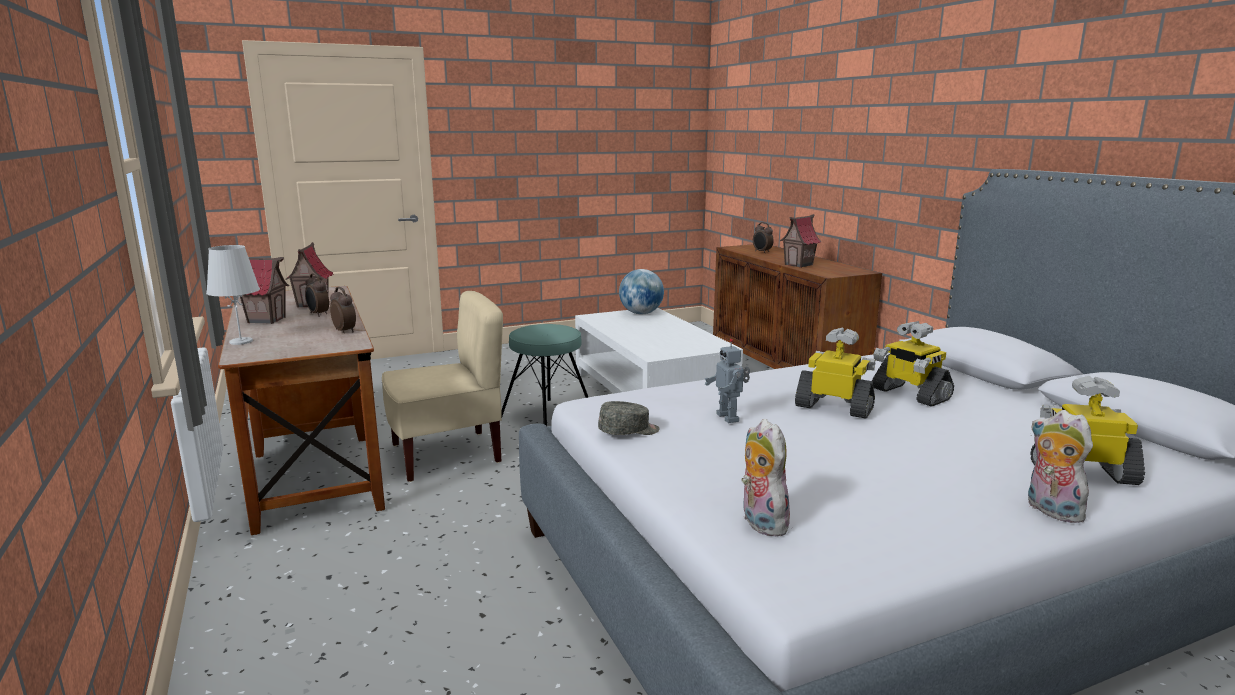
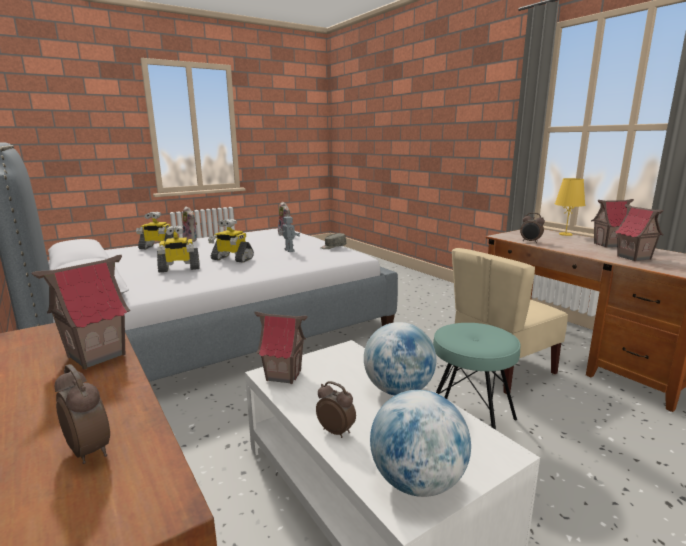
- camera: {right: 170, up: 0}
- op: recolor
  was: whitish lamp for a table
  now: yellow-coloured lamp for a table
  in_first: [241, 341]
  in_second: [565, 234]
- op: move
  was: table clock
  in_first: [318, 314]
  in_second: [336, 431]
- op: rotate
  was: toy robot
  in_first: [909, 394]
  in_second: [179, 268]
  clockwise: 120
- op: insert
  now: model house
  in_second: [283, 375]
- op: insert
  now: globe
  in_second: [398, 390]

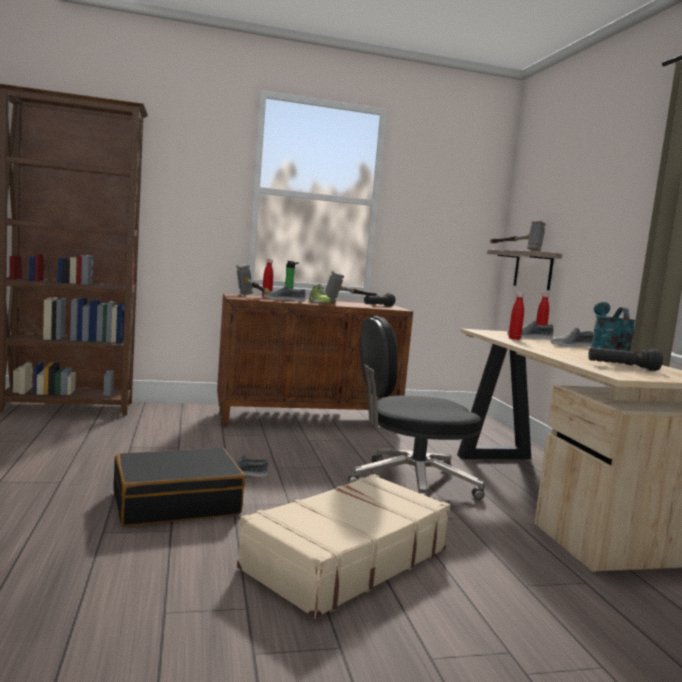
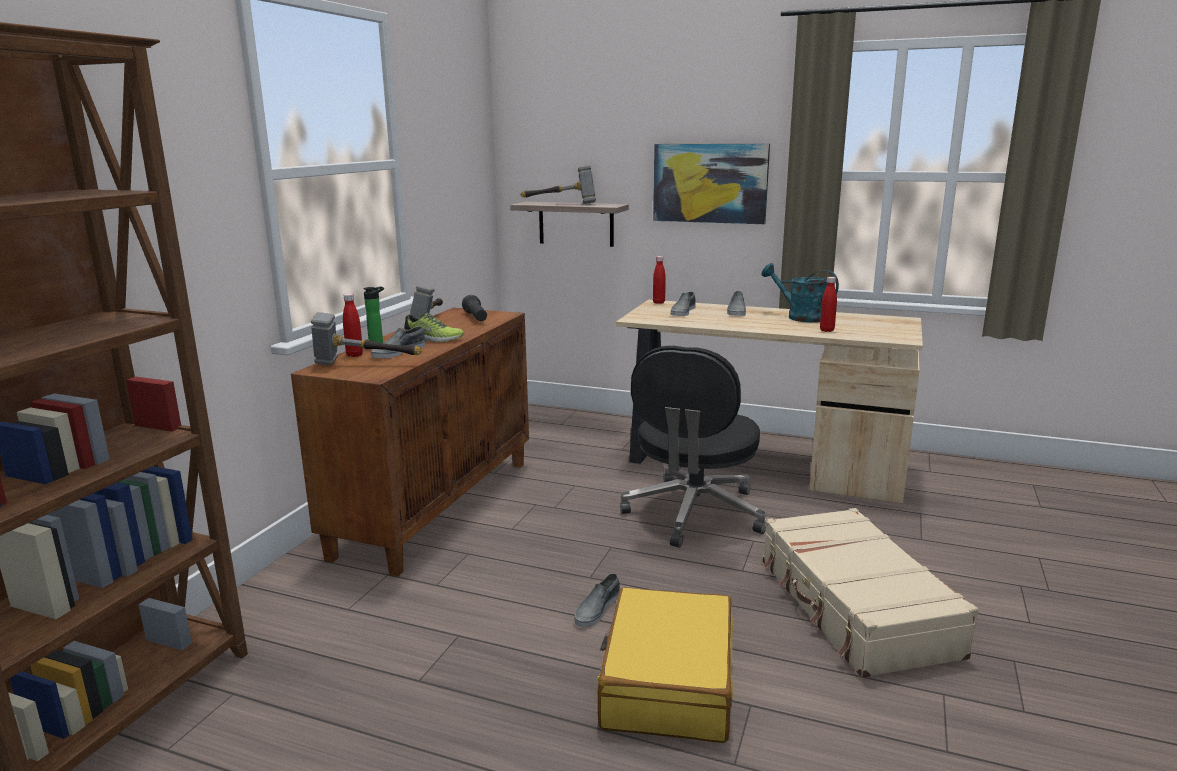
- camera: {right: -55, up: 10}
- op: recolor
  was: black piece of luggage
  now: yellow-coloured piece of luggage
  in_first: [176, 503]
  in_second: [667, 682]
- op: move
  was: red-coloured drink bottle
  in_first: [514, 339]
  in_second: [826, 330]
- op: delete
  was: black torch
  in_first: [622, 367]
- op: insert
  now: picture
  in_second: [710, 183]

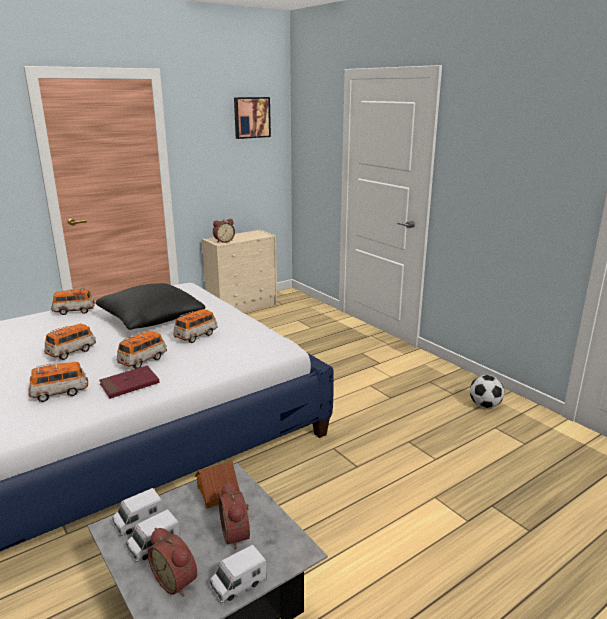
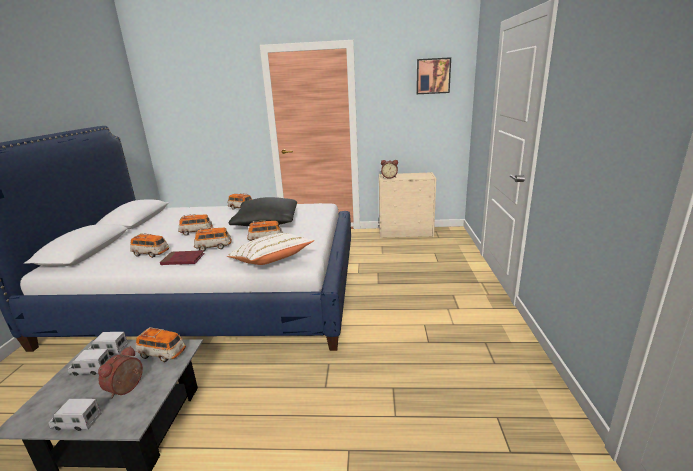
- camera: {right: 40, up: 0}
- op: delete
  was: table clock
  in_first: [177, 580]
- op: replace
  was: model house
  now: miniature car
  in_first: [216, 493]
  in_second: [162, 354]
- op: delete
  was: football ball
  in_first: [484, 405]
- op: insert
  now: whitish throw pillow
  in_second: [271, 261]

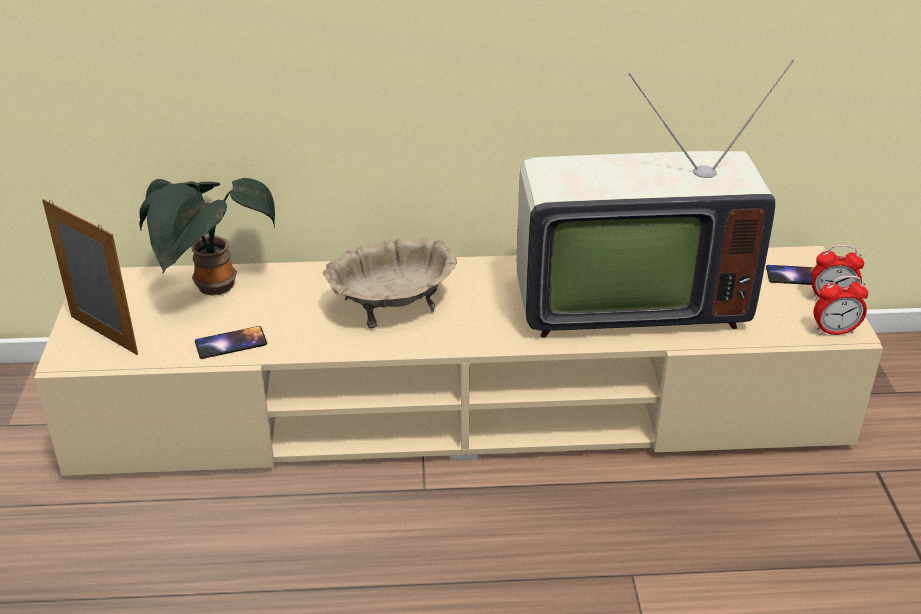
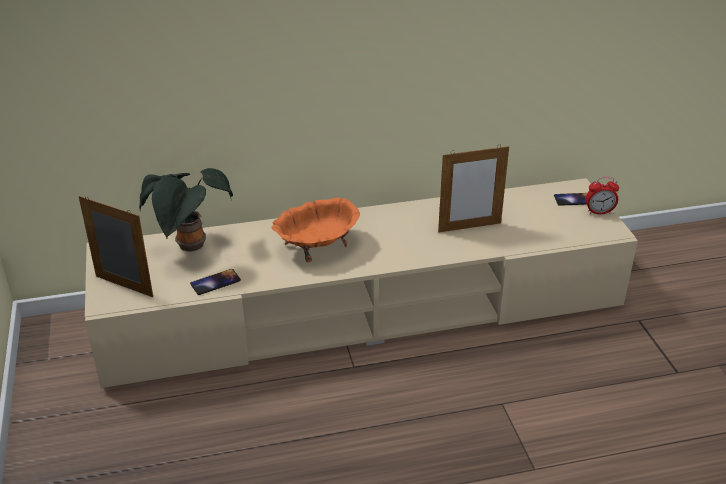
- camera: {right: -10, up: 0}
- op: recolor
  was: beige-coloured deep dish
  now: orangey deep dish
  in_first: [392, 305]
  in_second: [317, 245]
- op: replace
  was: TV set
  now: photo frame
  in_first: [624, 301]
  in_second: [469, 227]
- op: delete
  was: table clock
  in_first: [834, 331]

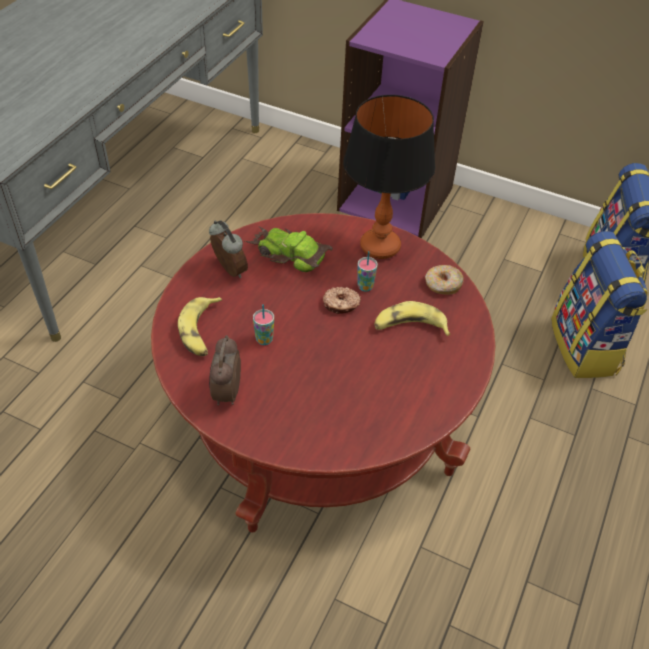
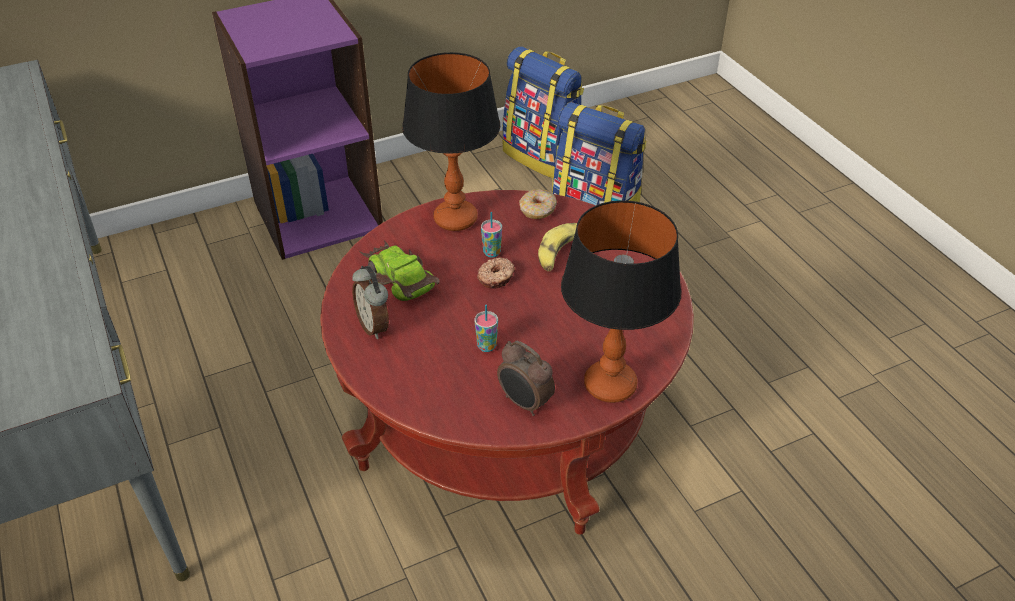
- camera: {right: -50, up: -5}
- op: delete
  was: whole banana
  in_first: [201, 331]
- op: rotate
  was: table clock
  in_first: [228, 271]
  in_second: [374, 326]
  clockwise: -120
- op: rotate
  was: miniature car
  in_first: [288, 253]
  in_second: [398, 277]
  clockwise: 75
- op: insert
  now: lamp for a table
  in_second: [610, 384]

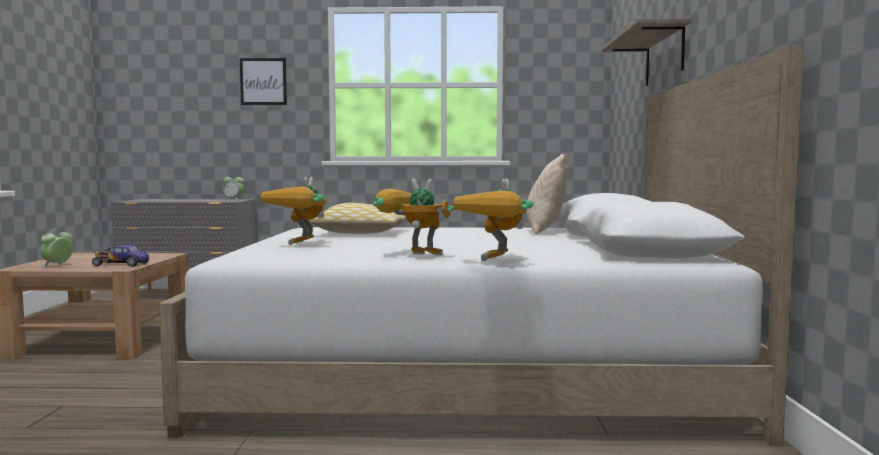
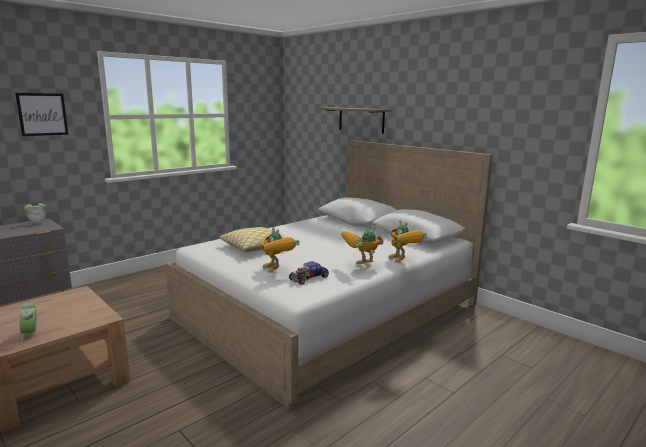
- camera: {right: -45, up: 10}
- op: move
  was: miniature car
  in_first: [121, 264]
  in_second: [308, 278]
- op: delete
  was: beige-coloured throw pillow
  in_first: [546, 231]

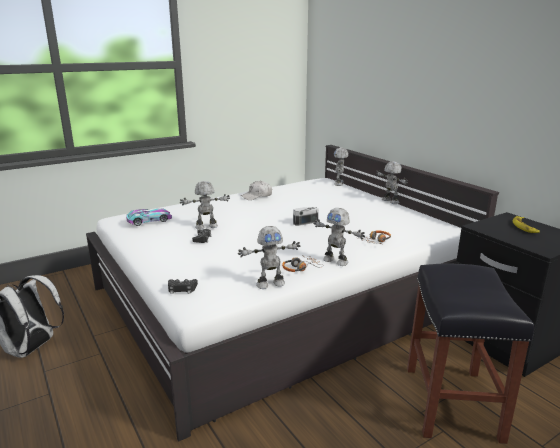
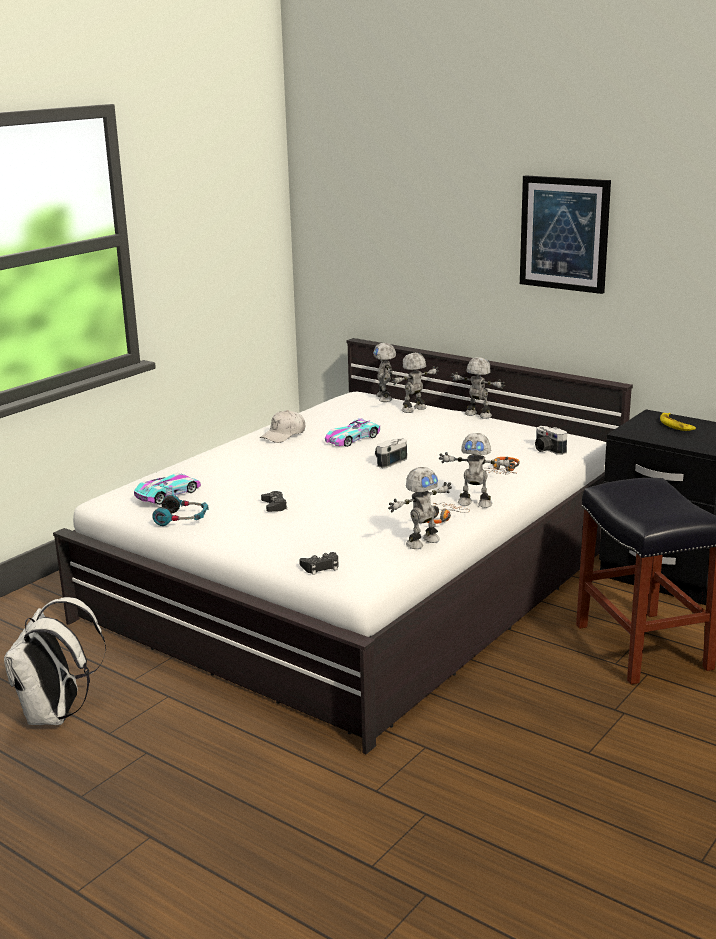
- camera: {right: -20, up: 0}
- op: move
  was: toy robot
  in_first: [206, 227]
  in_second: [414, 409]
- op: insert
  now: headset
  in_second: [182, 519]
- op: insert
  now: miniature car
  in_second: [352, 439]
- op: insert
  now: picture
  in_second: [564, 233]
- op: insert
  now: still camera
  in_second: [547, 450]

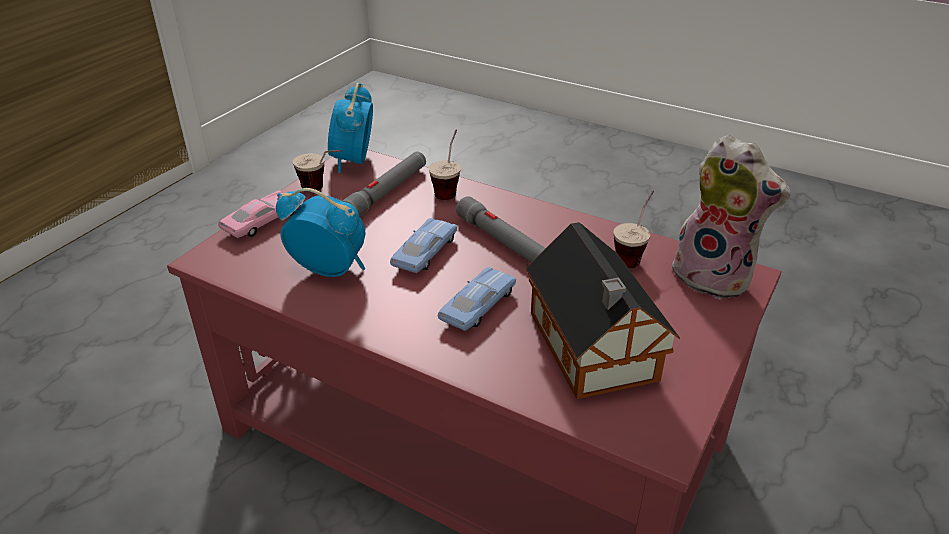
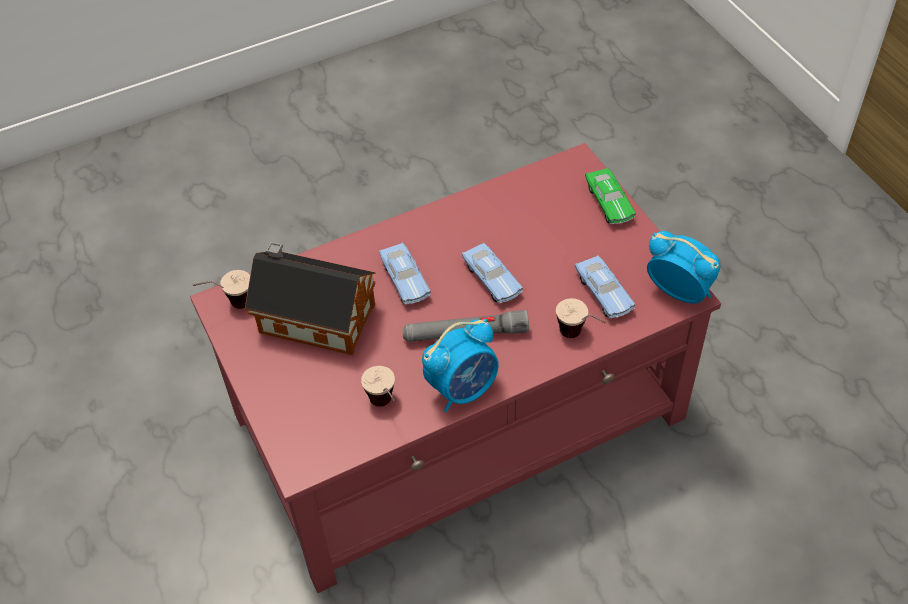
- camera: {right: 125, up: 15}
- op: recolor
  was: pink miniature car
  now: green miniature car
  in_first: [262, 222]
  in_second: [609, 202]
- op: move
  was: table clock
  in_first: [329, 269]
  in_second: [463, 389]
- op: move
  was: small cup
  in_first: [323, 190]
  in_second: [229, 306]
- op: replace
  was: grey torch
  now: blue miniature car
  in_first: [387, 192]
  in_second: [603, 293]
- op: delete
  was: soft toy
  in_first: [715, 277]

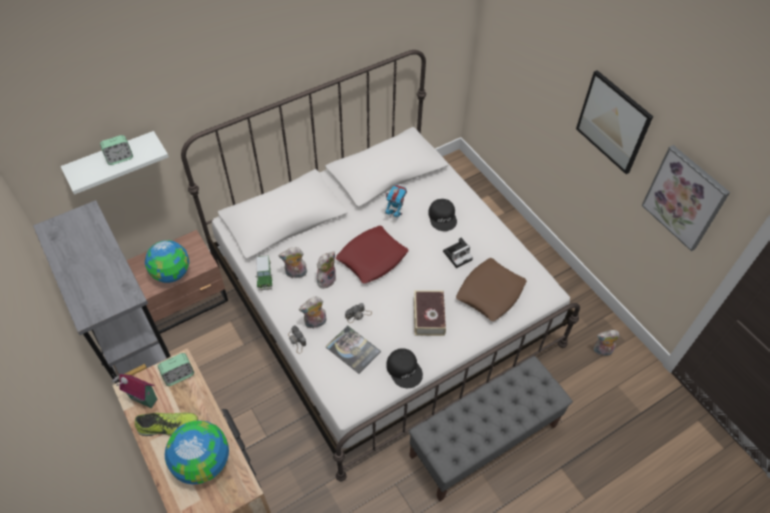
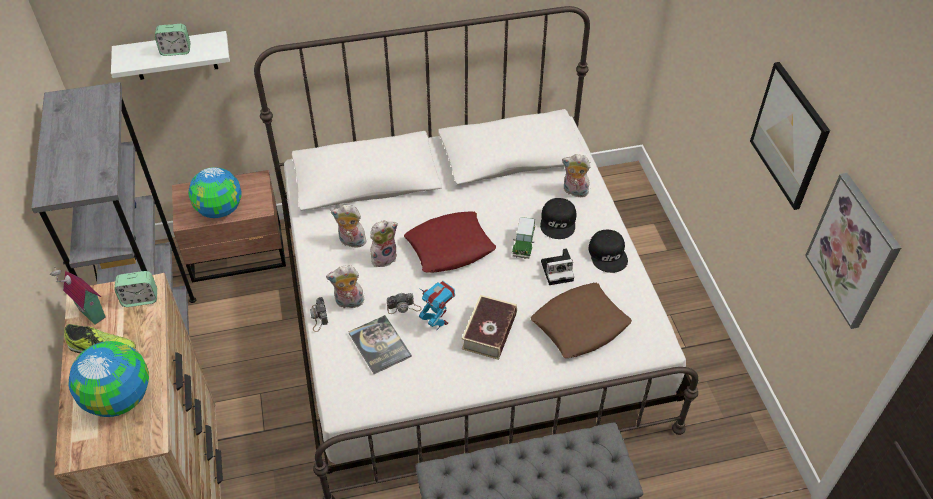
- camera: {right: 20, up: -5}
- op: move
  was: miniature car
  in_first: [264, 277]
  in_second: [523, 244]
- op: move
  was: toy robot
  in_first: [395, 215]
  in_second: [437, 322]
- op: move
  was: black cap
  in_first: [404, 369]
  in_second: [608, 254]
- op: move
  was: soft toy
  in_first: [602, 351]
  in_second: [574, 192]

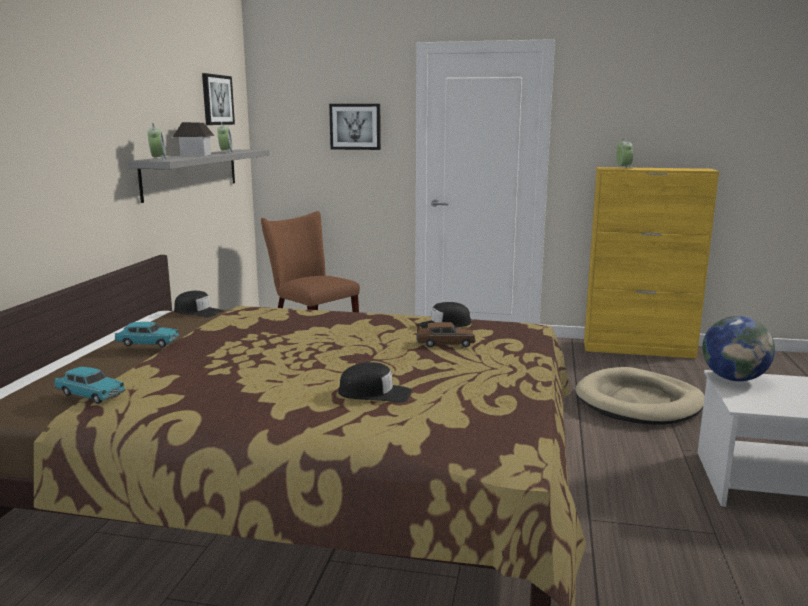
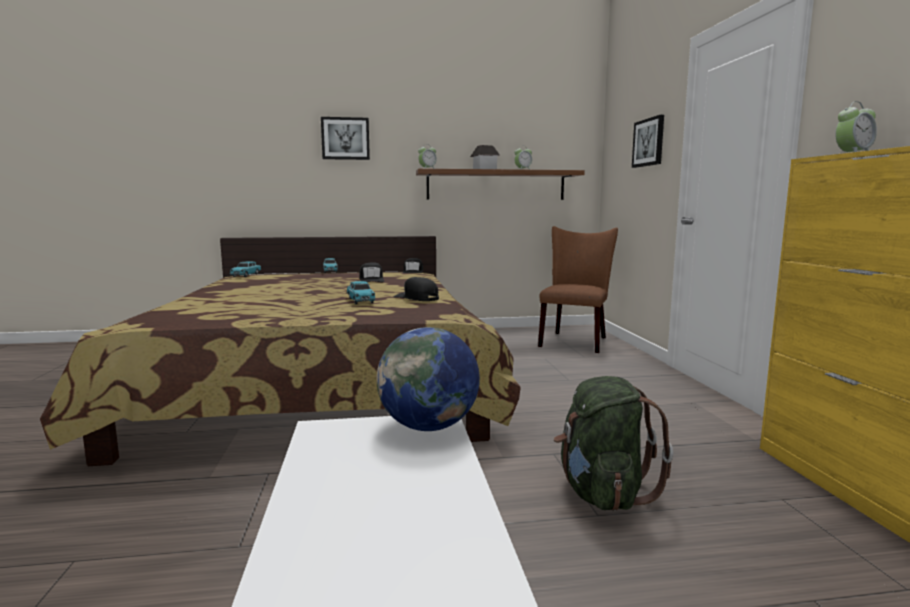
- camera: {right: 70, up: -5}
- op: recolor
  was: grey wall shelf
  now: brown wall shelf
  in_first: [191, 173]
  in_second: [496, 185]
- op: move
  was: picture
  in_first: [217, 100]
  in_second: [345, 138]
- op: move
  was: black cap
  in_first: [375, 393]
  in_second: [371, 280]
- op: recolor
  was: brown miniature car
  now: turquoise miniature car
  in_first: [445, 344]
  in_second: [360, 300]
- op: replace
  was: beige-coloured dog cushion
  now: green rucksack
  in_first: [639, 402]
  in_second: [602, 493]

